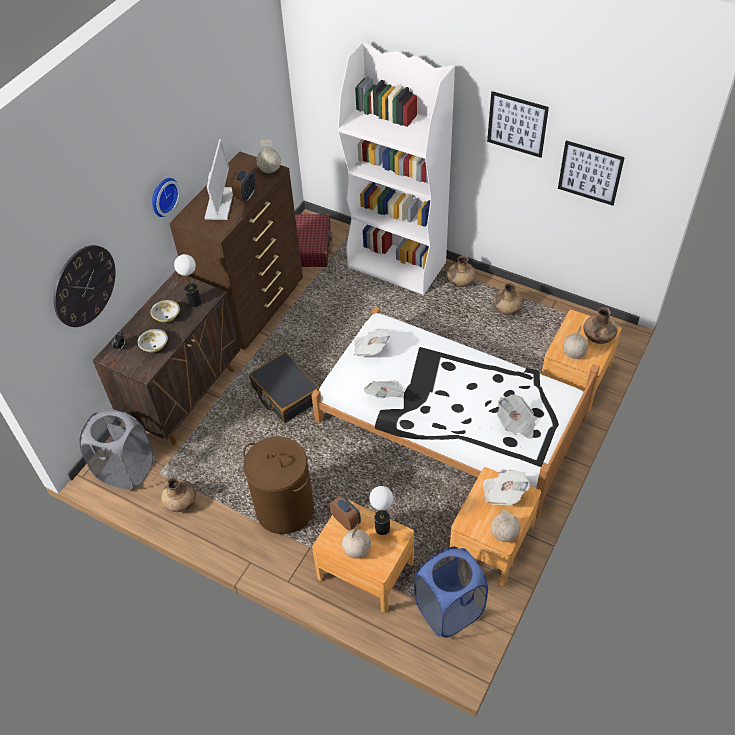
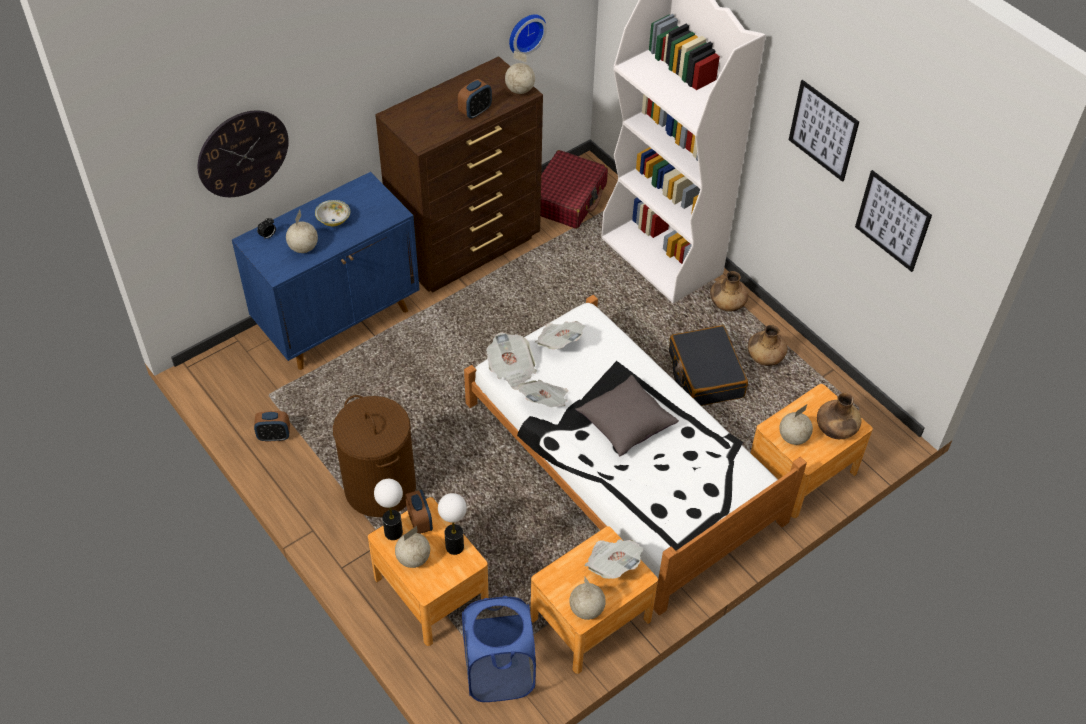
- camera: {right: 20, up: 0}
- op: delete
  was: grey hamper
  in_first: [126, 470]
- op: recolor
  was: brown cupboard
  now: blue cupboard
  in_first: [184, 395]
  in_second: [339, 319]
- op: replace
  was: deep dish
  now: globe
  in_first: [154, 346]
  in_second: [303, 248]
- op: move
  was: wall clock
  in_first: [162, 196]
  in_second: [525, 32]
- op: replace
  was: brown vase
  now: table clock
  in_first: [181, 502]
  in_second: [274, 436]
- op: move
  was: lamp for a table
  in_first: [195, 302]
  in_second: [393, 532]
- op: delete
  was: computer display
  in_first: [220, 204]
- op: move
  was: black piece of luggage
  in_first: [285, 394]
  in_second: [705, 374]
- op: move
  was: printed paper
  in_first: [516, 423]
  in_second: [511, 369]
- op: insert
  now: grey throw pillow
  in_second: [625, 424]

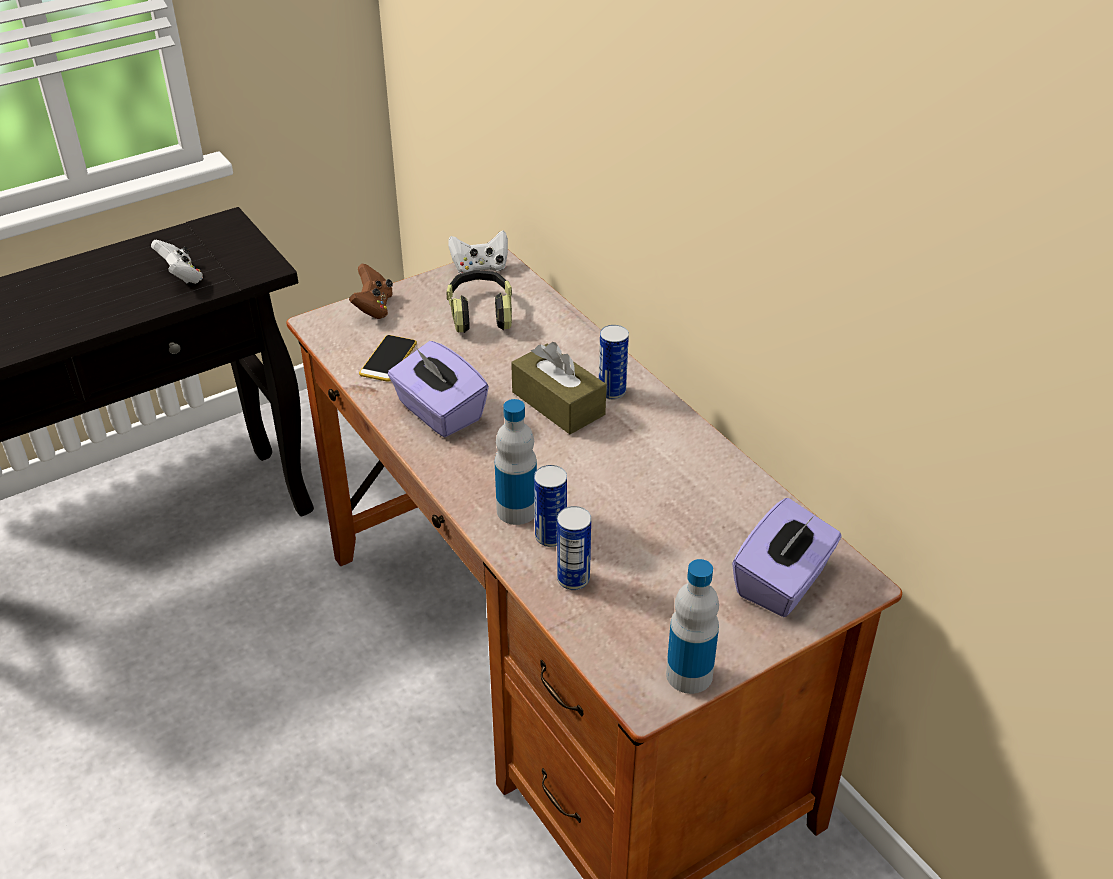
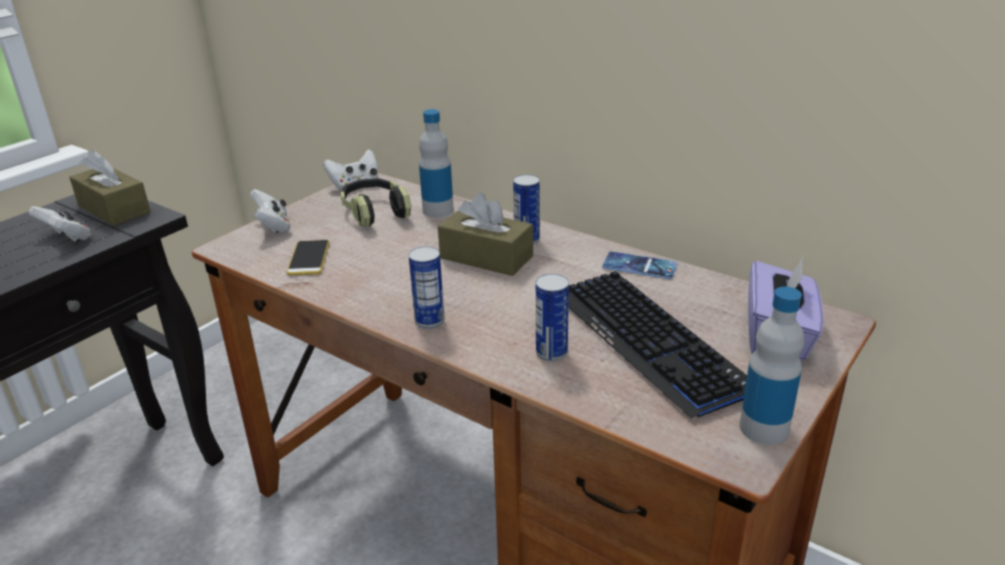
- camera: {right: -20, up: -10}
- op: recolor
  was: brown game controller
  now: whitish game controller
  in_first: [373, 307]
  in_second: [273, 227]
- op: delete
  was: purple tissue holder
  in_first: [439, 412]
- op: move
  was: drink bottle
  in_first: [517, 510]
  in_second: [438, 210]
- op: move
  was: can
  in_first: [573, 579]
  in_second: [429, 321]
- op: insert
  now: brown tissue holder
  in_second: [114, 209]
- op: insert
  now: keyboard
  in_second: [650, 342]
- op: insert
  now: telephone
  in_second: [639, 266]

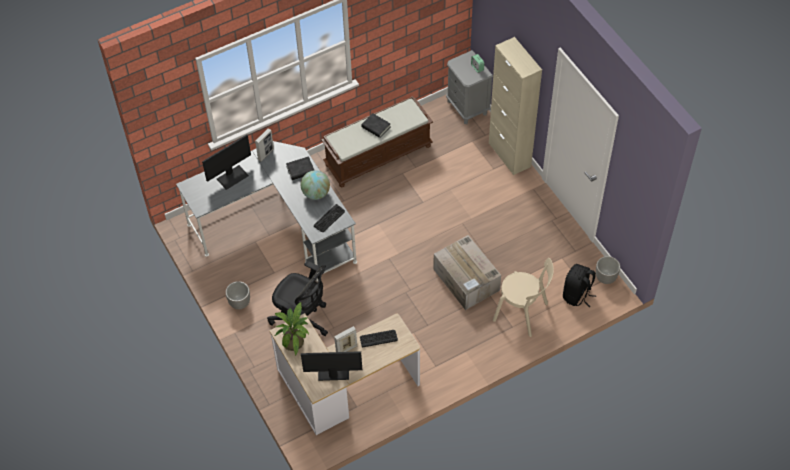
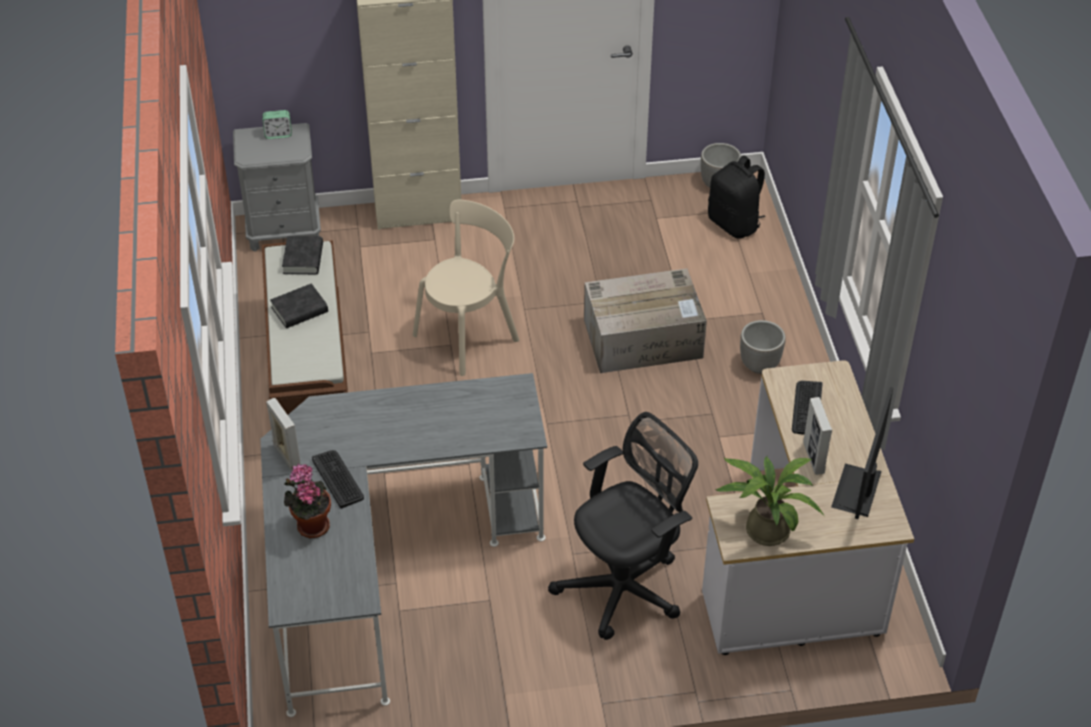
- camera: {right: -70, up: -10}
- op: replace
  was: computer display
  now: houseplant
  in_first: [232, 176]
  in_second: [311, 525]
- op: move
  was: planter
  in_first: [240, 303]
  in_second: [759, 365]
- op: move
  was: black book
  in_first: [300, 170]
  in_second: [303, 259]
- op: delete
  was: globe
  in_first: [316, 193]
- op: move
  was: keyboard
  in_first: [329, 218]
  in_second: [338, 479]
- op: move
  was: beige-coloured upright chair
  in_first: [523, 313]
  in_second: [469, 335]

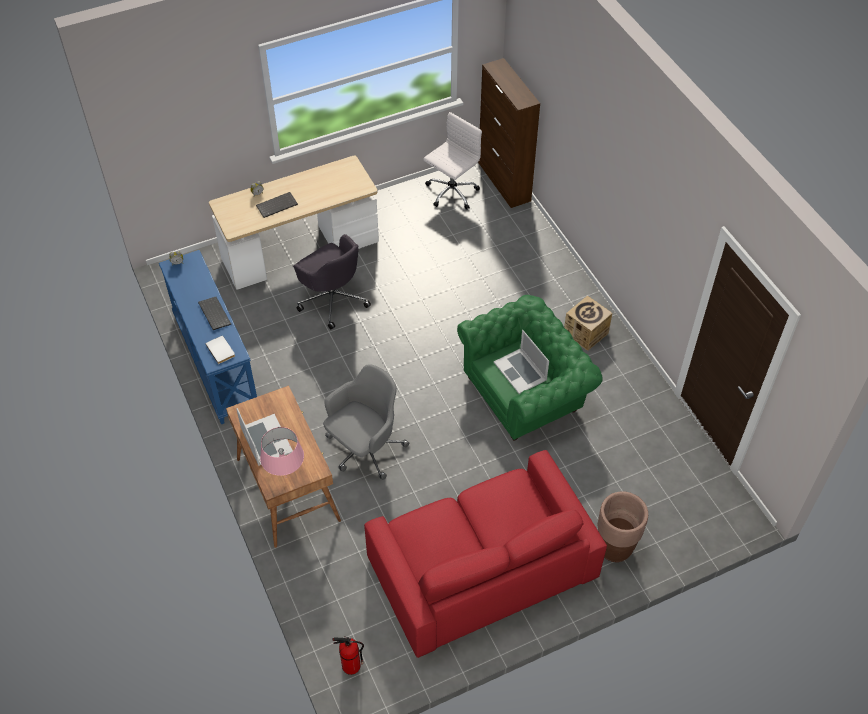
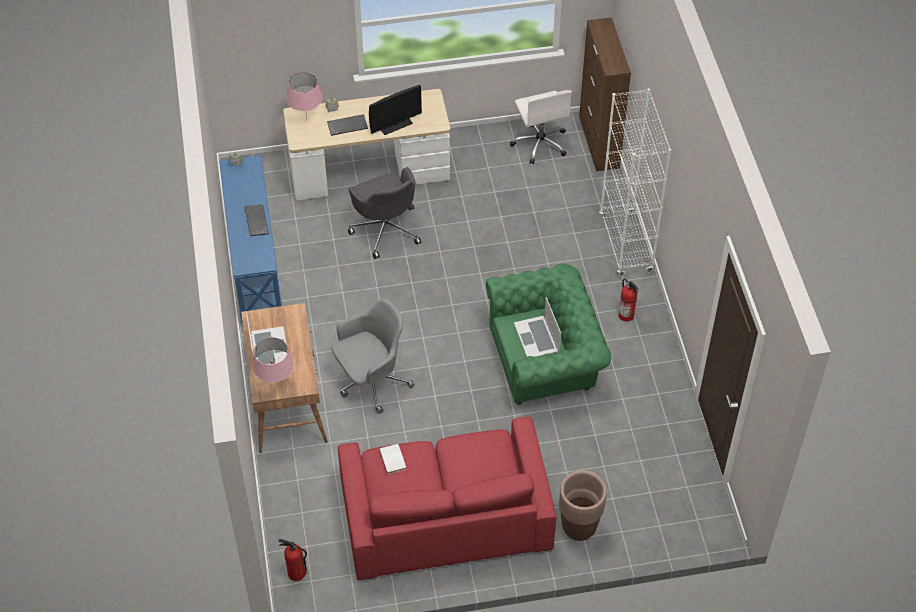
- camera: {right: 15, up: 0}
- op: move
  was: whitish book
  in_first: [221, 350]
  in_second: [394, 459]
- op: rotate
  was: whitish desk chair
  in_first: [451, 193]
  in_second: [540, 143]
  clockwise: 105
- op: replace
  was: carton
  now: extinguisher
  in_first: [585, 333]
  in_second: [626, 315]
- op: insert
  now: pink lamp for a table
  in_second: [307, 121]
- op: insert
  now: computer display
  in_second: [395, 124]
- op: insert
  now: whitish bookcase
  in_second: [626, 244]

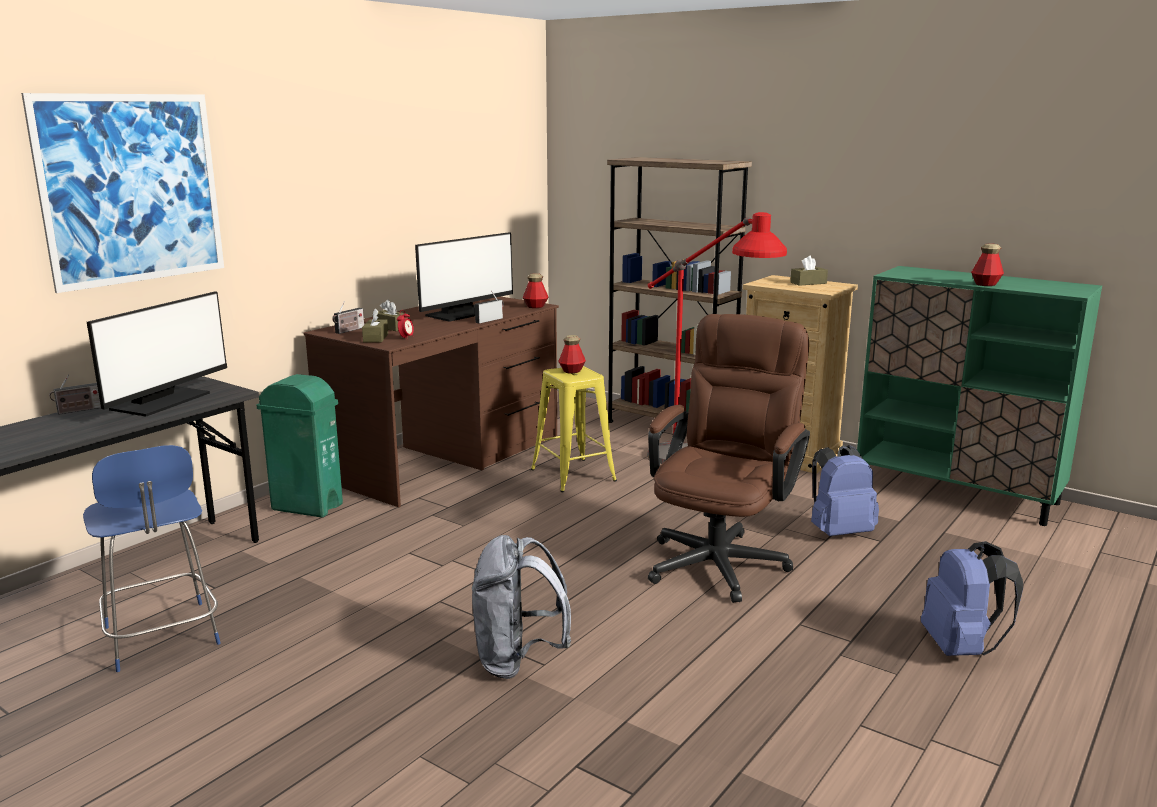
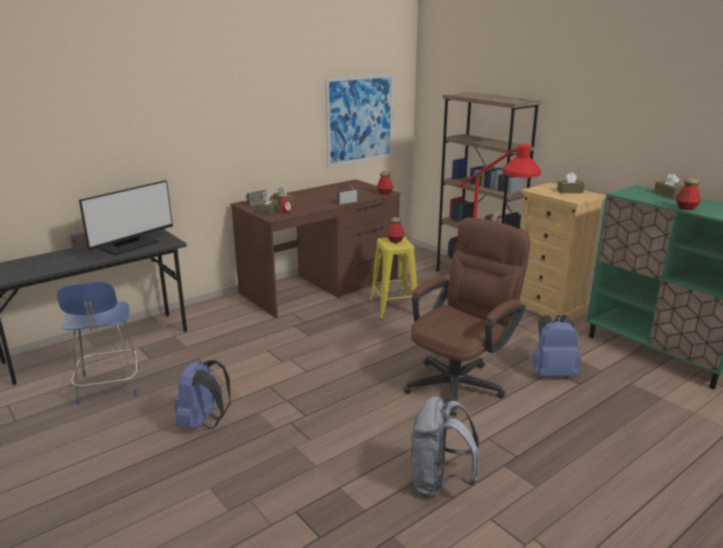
- camera: {right: 15, up: 5}
- op: move
  was: picture
  in_first: [132, 189]
  in_second: [360, 119]
- op: delete
  was: green waste bin
  in_first: [307, 507]
- op: delete
  was: computer display
  in_first: [462, 314]
- op: move
  was: grey rucksack
  in_first: [518, 661]
  in_second: [439, 483]
- op: move
  was: blue rucksack
  in_first: [961, 648]
  in_second: [203, 423]
- op: insert
  now: brown tissue holder
  in_second: [668, 195]

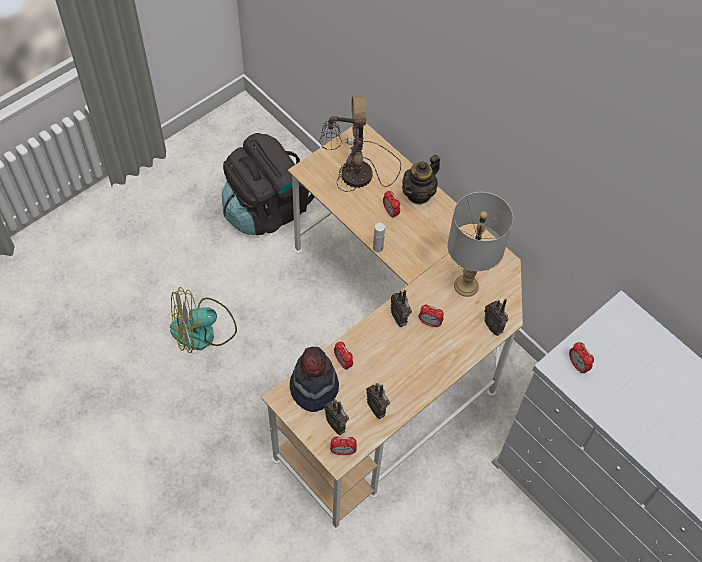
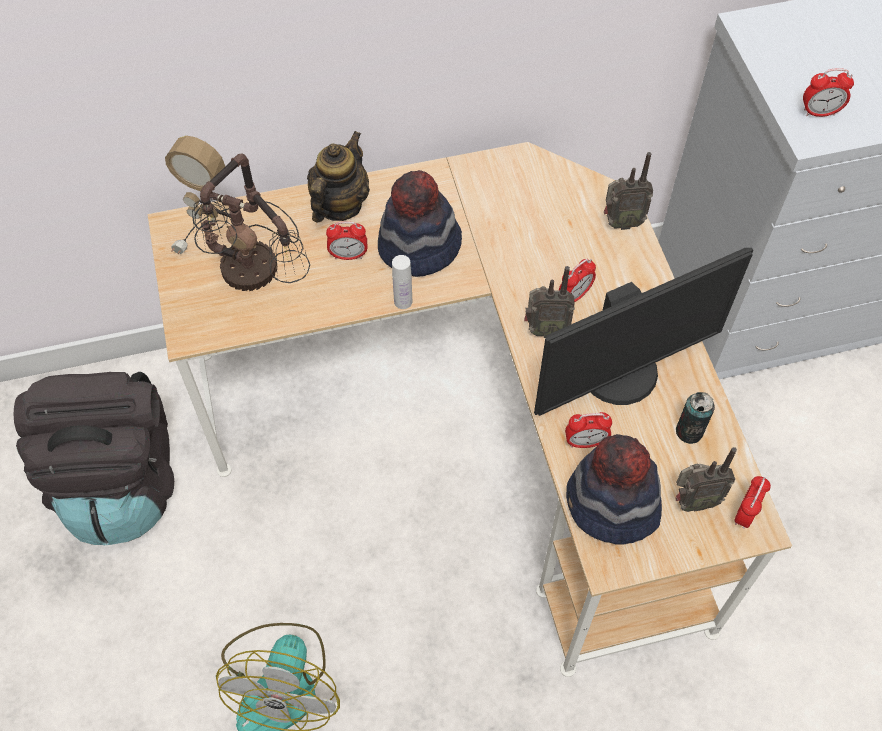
- camera: {right: -60, up: 0}
- op: replace
  was: radio receiver
  now: can
  in_first: [377, 408]
  in_second: [689, 431]
- op: rotate
  was: pot for tea
  in_first: [419, 194]
  in_second: [339, 205]
  clockwise: -135
- op: delete
  was: grey lamp for a table
  in_first: [466, 286]
- op: insert
  now: wearable hat
  in_second: [419, 248]
- op: insert
  now: computer display
  in_second: [621, 374]

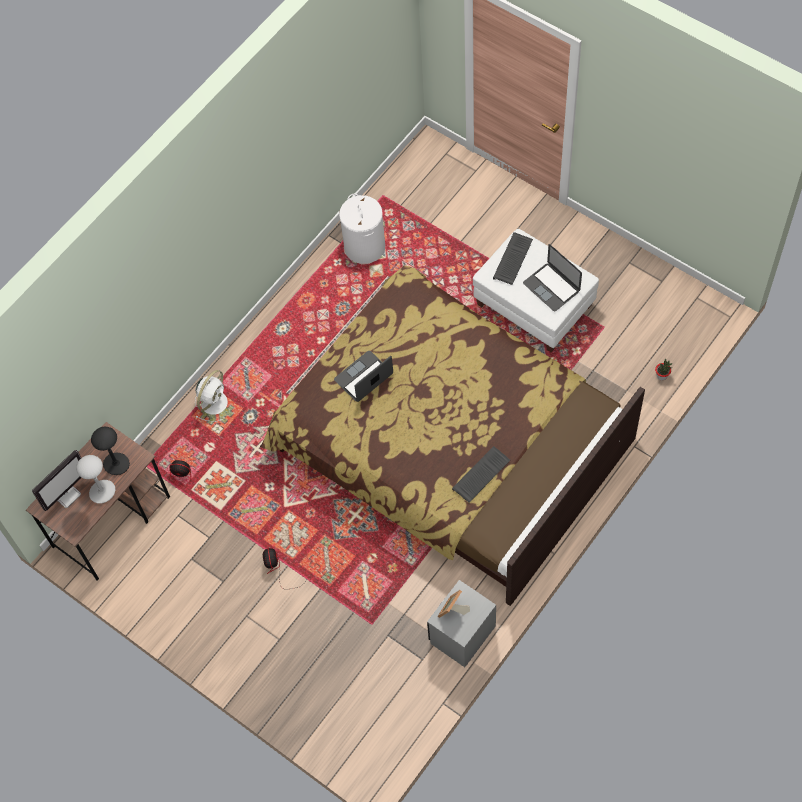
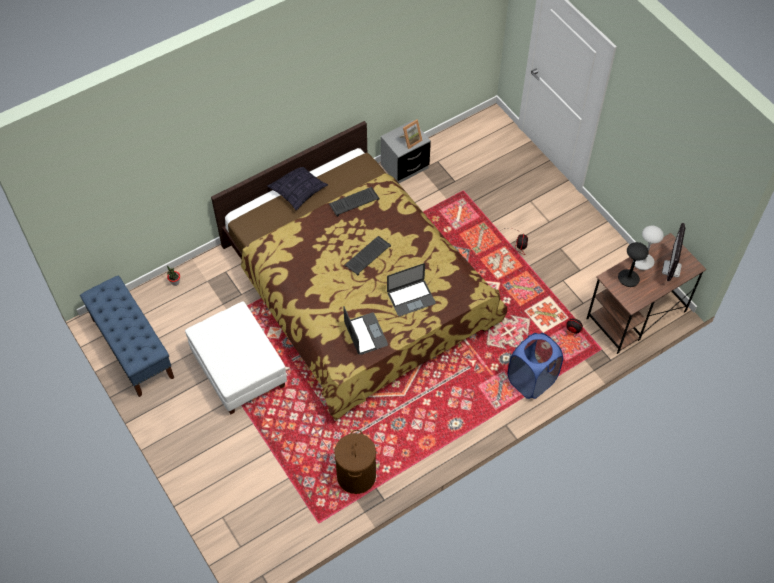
- camera: {right: -165, up: -5}
- op: rotate
  was: computer display
  in_first: [67, 494]
  in_second: [671, 269]
  clockwise: -45
- op: replace
  was: whitish electric fan
  now: blue hamper
  in_first: [215, 402]
  in_second: [531, 380]
- op: recolor
  was: whitish hamper
  now: brown hamper
  in_first: [364, 246]
  in_second: [356, 476]
- op: move
  was: keyboard
  in_first: [513, 260]
  in_second: [367, 255]
- op: move
  was: portable computer
  in_first: [551, 287]
  in_second: [365, 334]
- op: insert
  now: blue long seat
  in_second: [132, 348]
- op: insert
  now: throw pillow
  in_second: [298, 190]

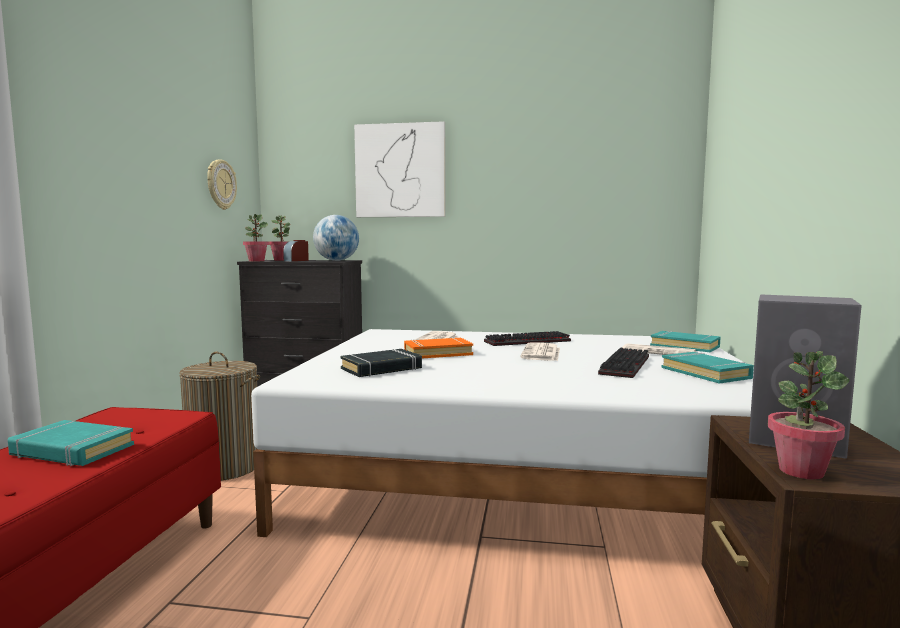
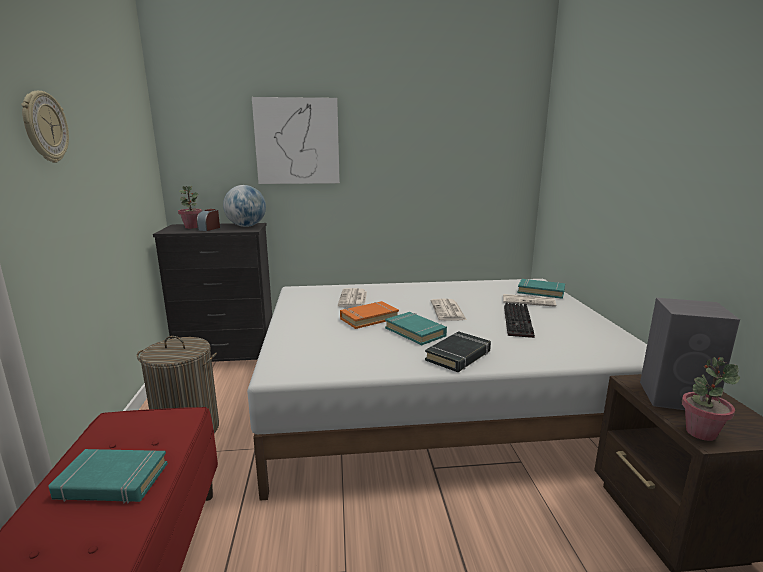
- camera: {right: -15, up: 10}
- op: move
  was: wall clock
  in_first: [220, 184]
  in_second: [44, 127]
- op: delete
  was: houseplant
  in_first: [256, 261]
- op: move
  was: black book
  in_first: [382, 369]
  in_second: [458, 356]
- op: delete
  was: keyboard
  in_first: [526, 342]
- op: move
  was: turquoise book
  in_first: [706, 373]
  in_second: [415, 332]

